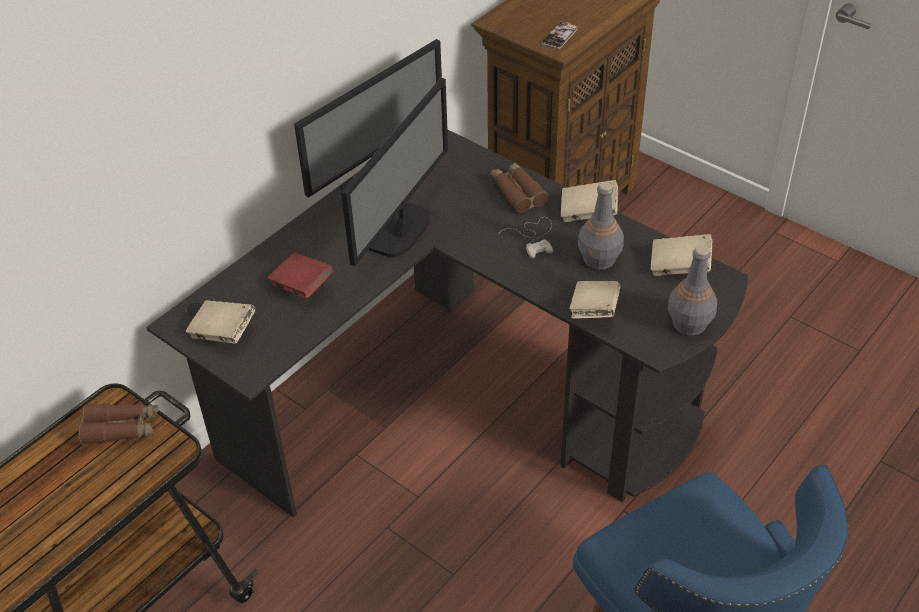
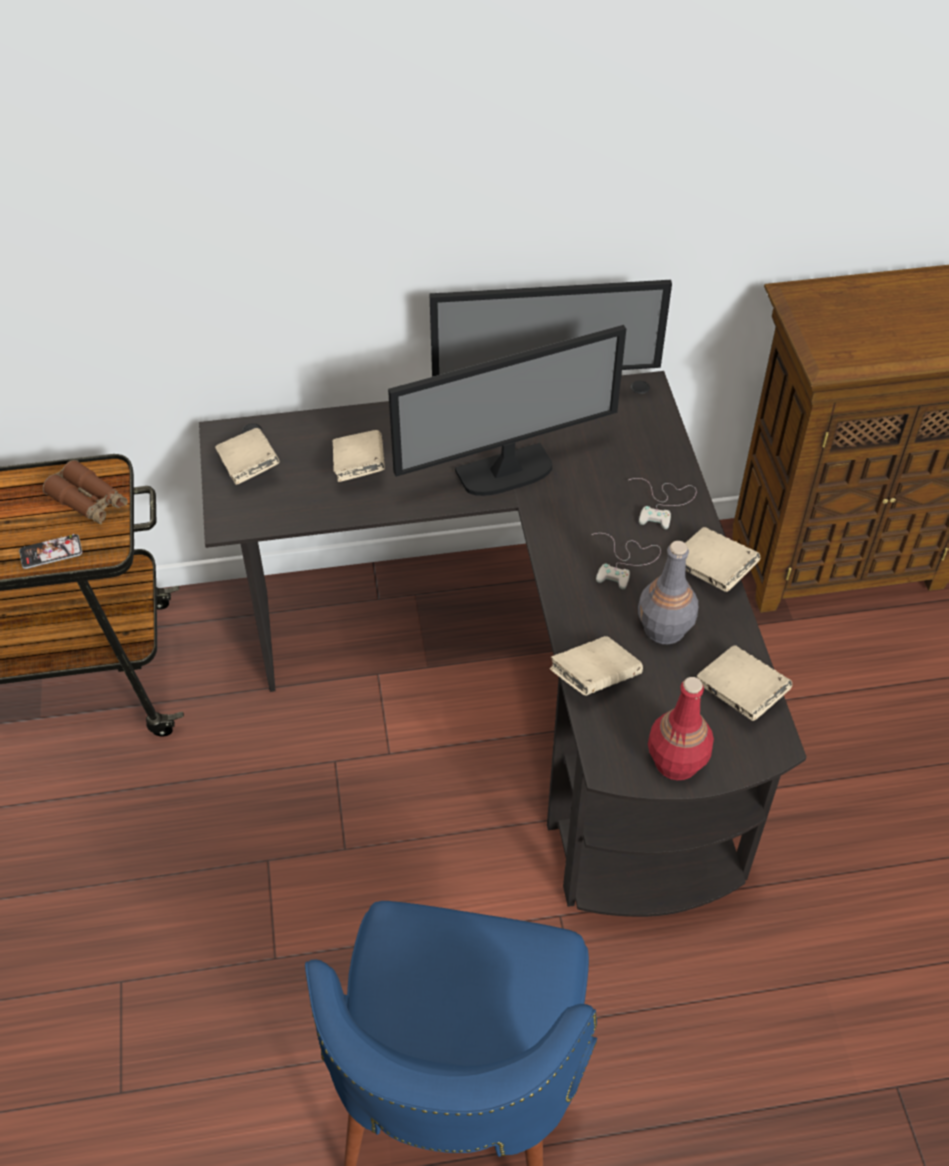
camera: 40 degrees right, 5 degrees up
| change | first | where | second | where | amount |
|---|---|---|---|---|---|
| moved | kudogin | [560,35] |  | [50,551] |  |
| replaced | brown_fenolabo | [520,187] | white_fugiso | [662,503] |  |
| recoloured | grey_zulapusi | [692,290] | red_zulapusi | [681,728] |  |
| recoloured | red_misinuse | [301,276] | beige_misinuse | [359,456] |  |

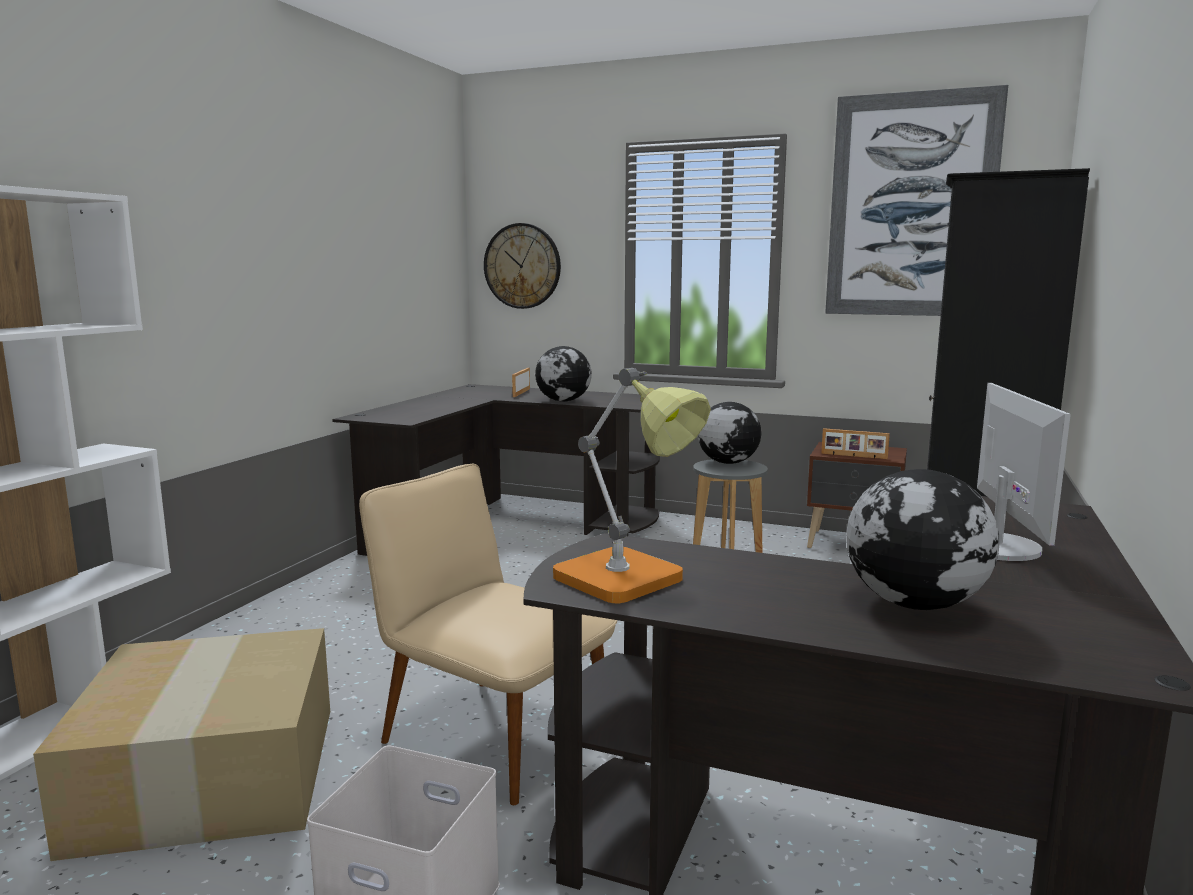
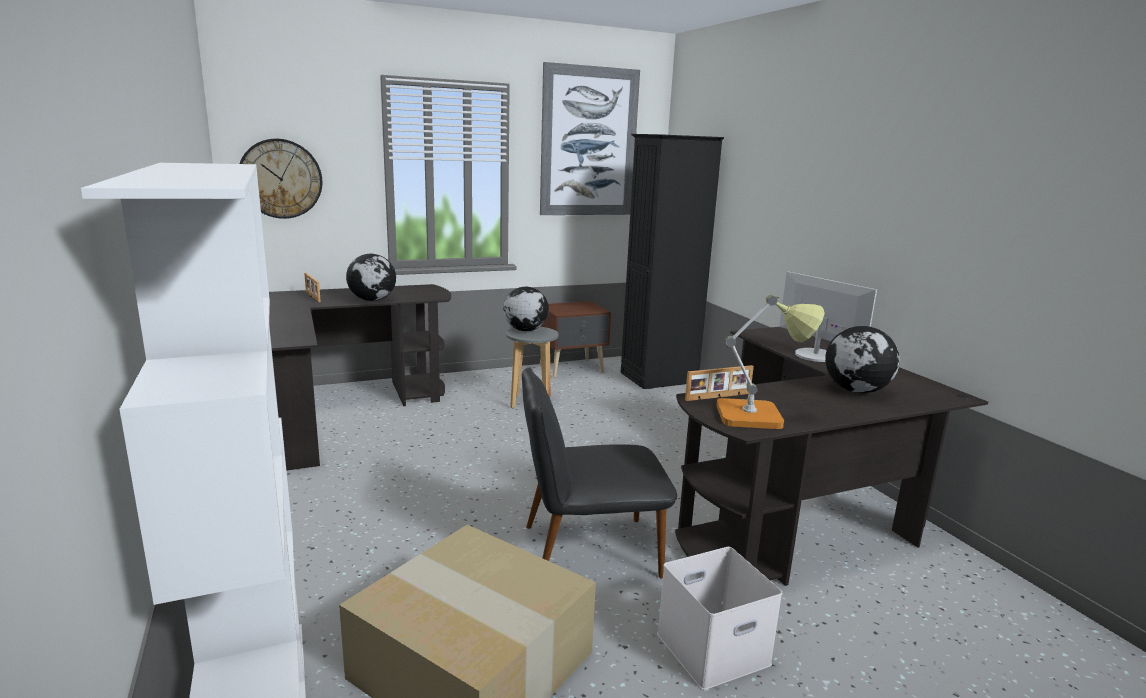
camera: 45 degrees left, 5 degrees up
| change | first | where | second | where | amount |
|---|---|---|---|---|---|
| moved | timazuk | [855,443] |  | [719,383] |  |
| recoloured | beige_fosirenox | [488,634] | black_fosirenox | [599,473] |  |

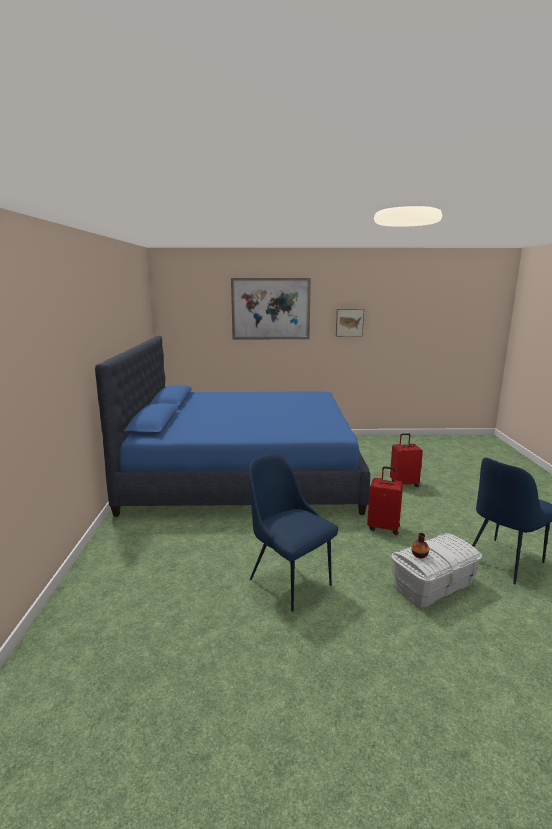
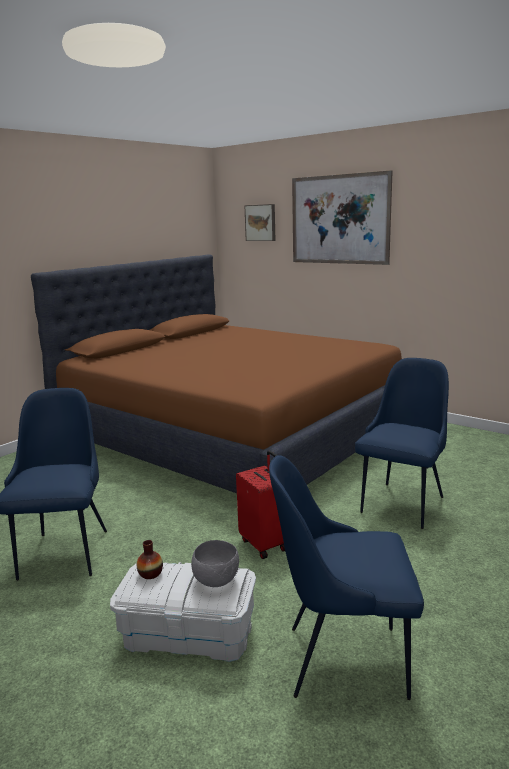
camera: 40 degrees right, 0 degrees up
| change | first | where | second | where | amount |
|---|---|---|---|---|---|
| moved | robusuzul | [350,323] |  | [259,222] |  |
| recoloured | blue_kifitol | [232,426] | brown_kifitol | [216,373] |  |
| replaced | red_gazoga | [406,460] | blue_fosirenox | [402,443] |  |
| added |  |  | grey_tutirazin | [215,563] |  |

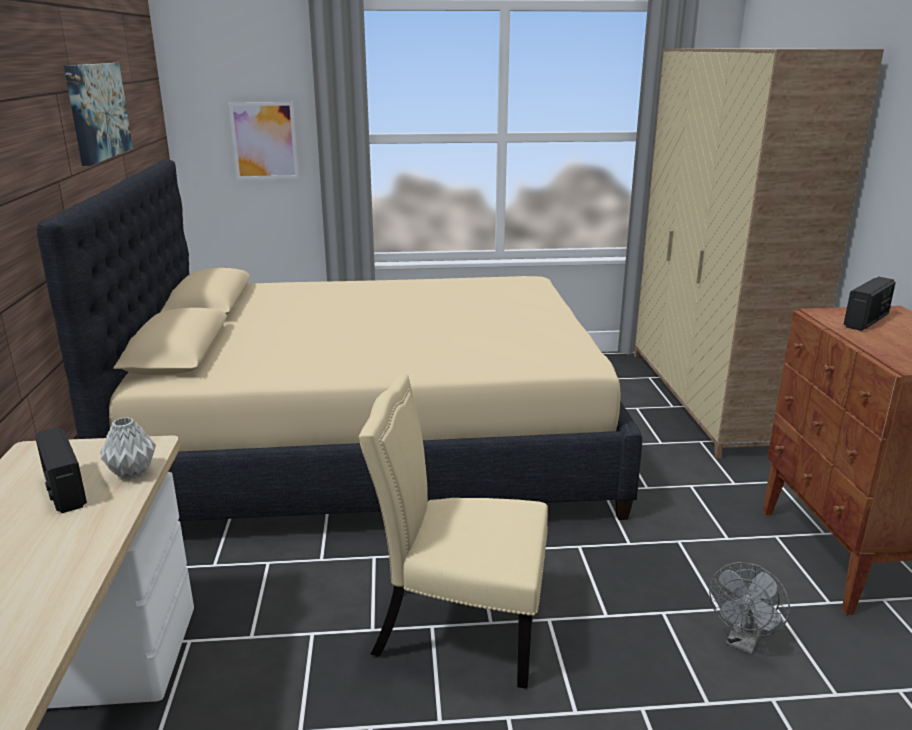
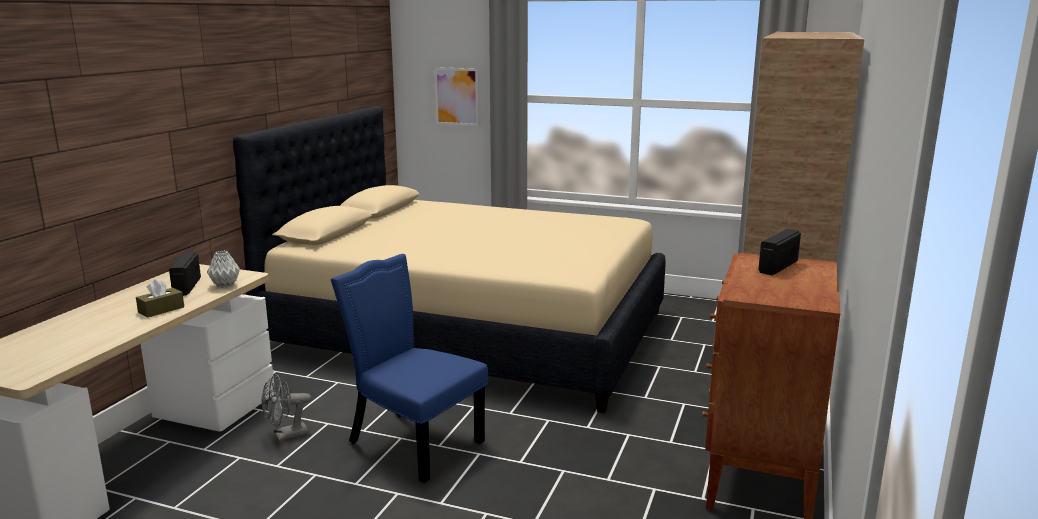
camera: 25 degrees right, 5 degrees down
| change | first | where | second | where | amount |
|---|---|---|---|---|---|
| removed | robusuzul | [98,114] |  |  |  |
| turned | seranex | [870,304] |  | [779,252] | 150 degrees clockwise |
| recoloured | beige_fosirenox | [453,531] | blue_fosirenox | [410,368] |  |
| moved | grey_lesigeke | [749,608] |  | [286,407] |  |
| added |  |  | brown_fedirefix | [160,298] |  |

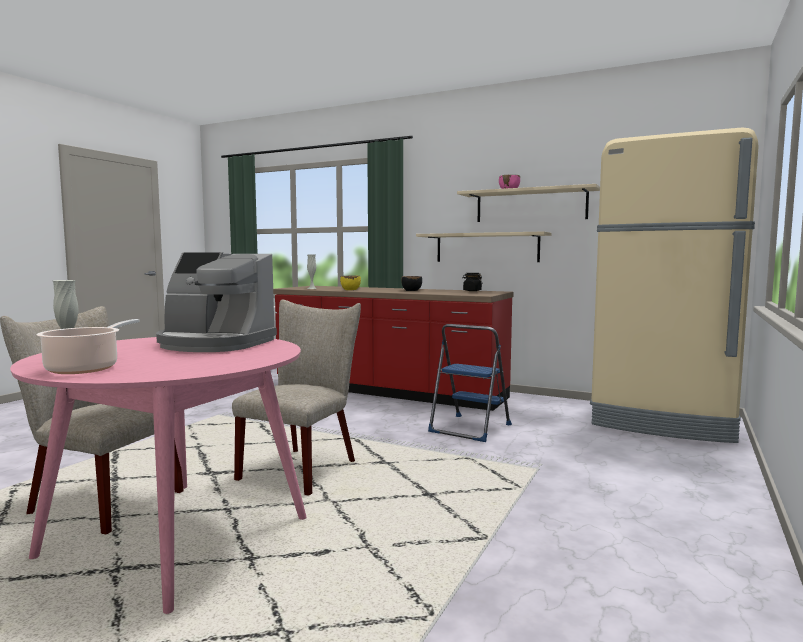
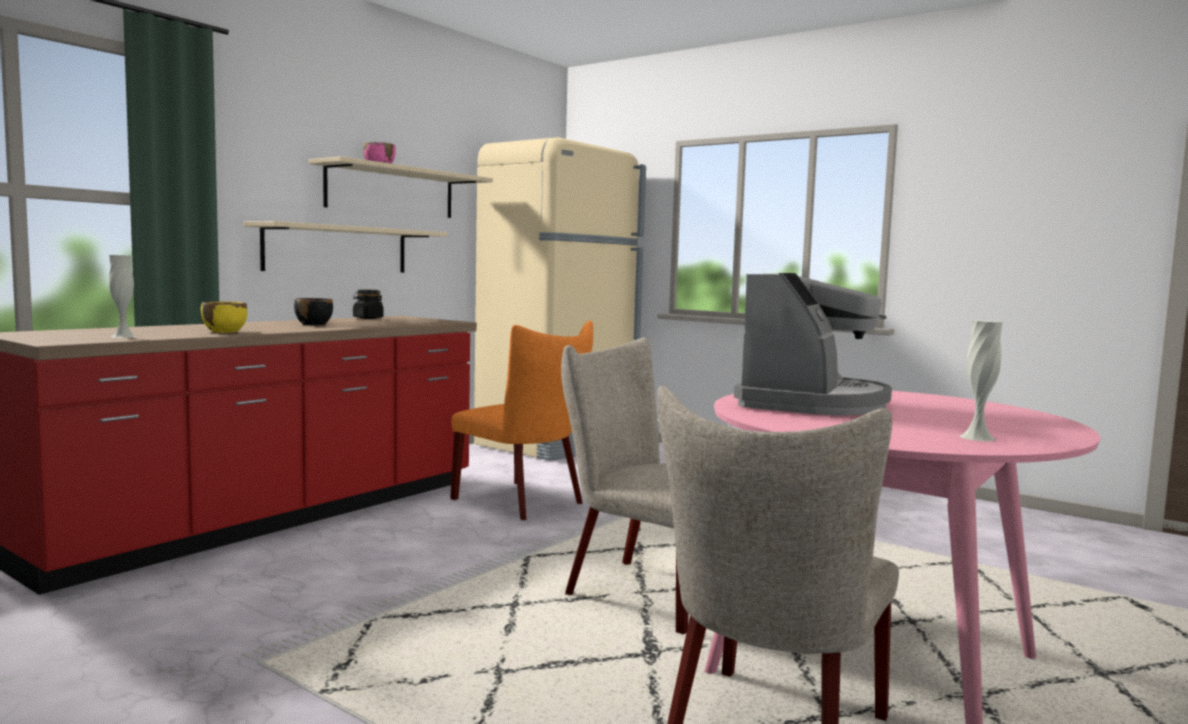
camera: 80 degrees left, 0 degrees up
| change | first | where | second | where | amount |
|---|---|---|---|---|---|
| removed | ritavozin | [87,346] |  |  |  |
| replaced | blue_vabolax | [470,383] | orange_fosirenox | [521,420] |  |

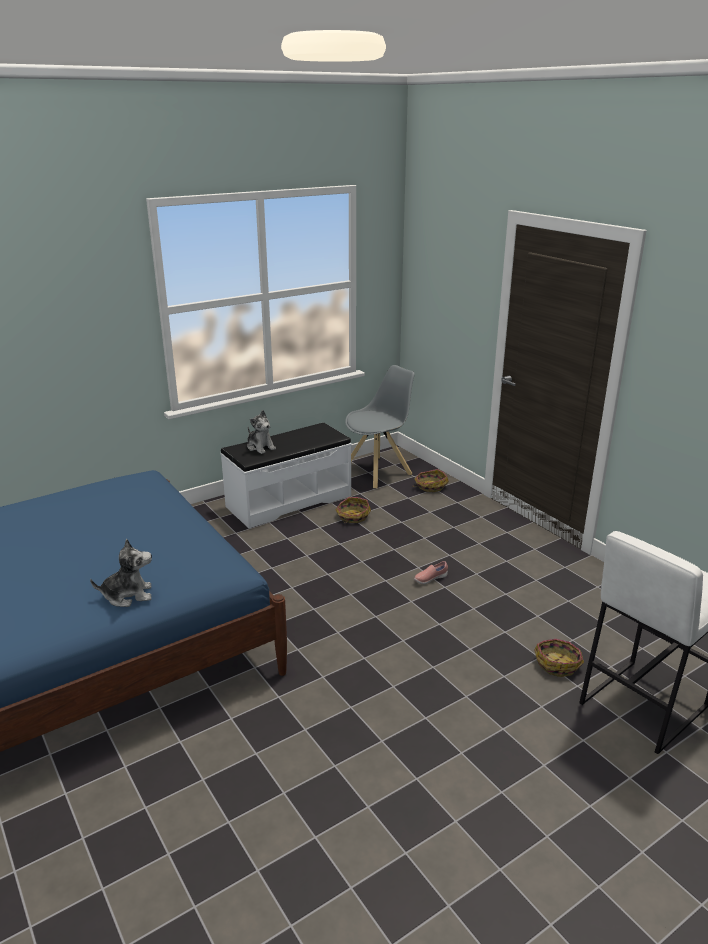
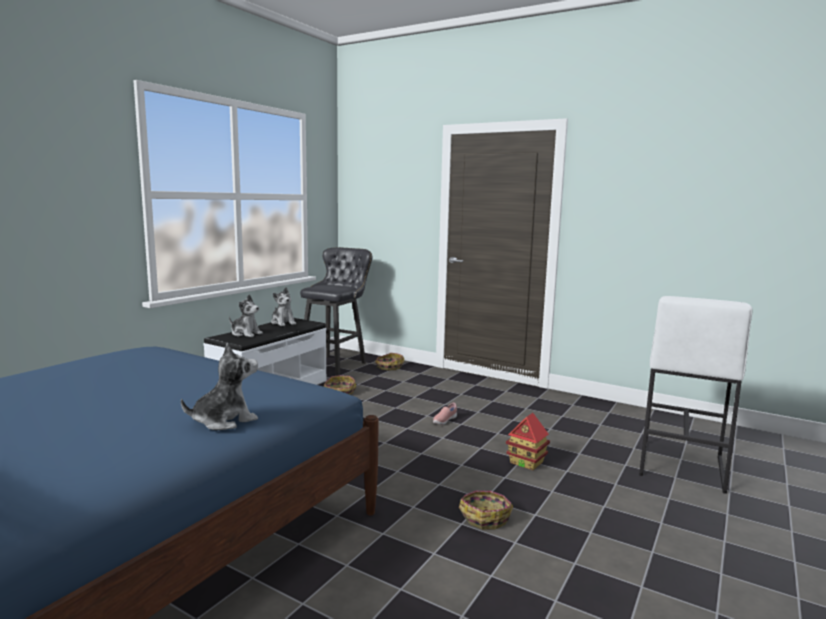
camera: 25 degrees left, 15 degrees down
| change | first | where | second | where | amount |
|---|---|---|---|---|---|
| replaced | grey_fosirenox | [380,427] | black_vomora | [336,311] |  |
| moved | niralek | [559,658] |  | [486,510] |  |
| added |  |  | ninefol | [283,306] |  |
| added |  |  | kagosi | [528,441] |  |

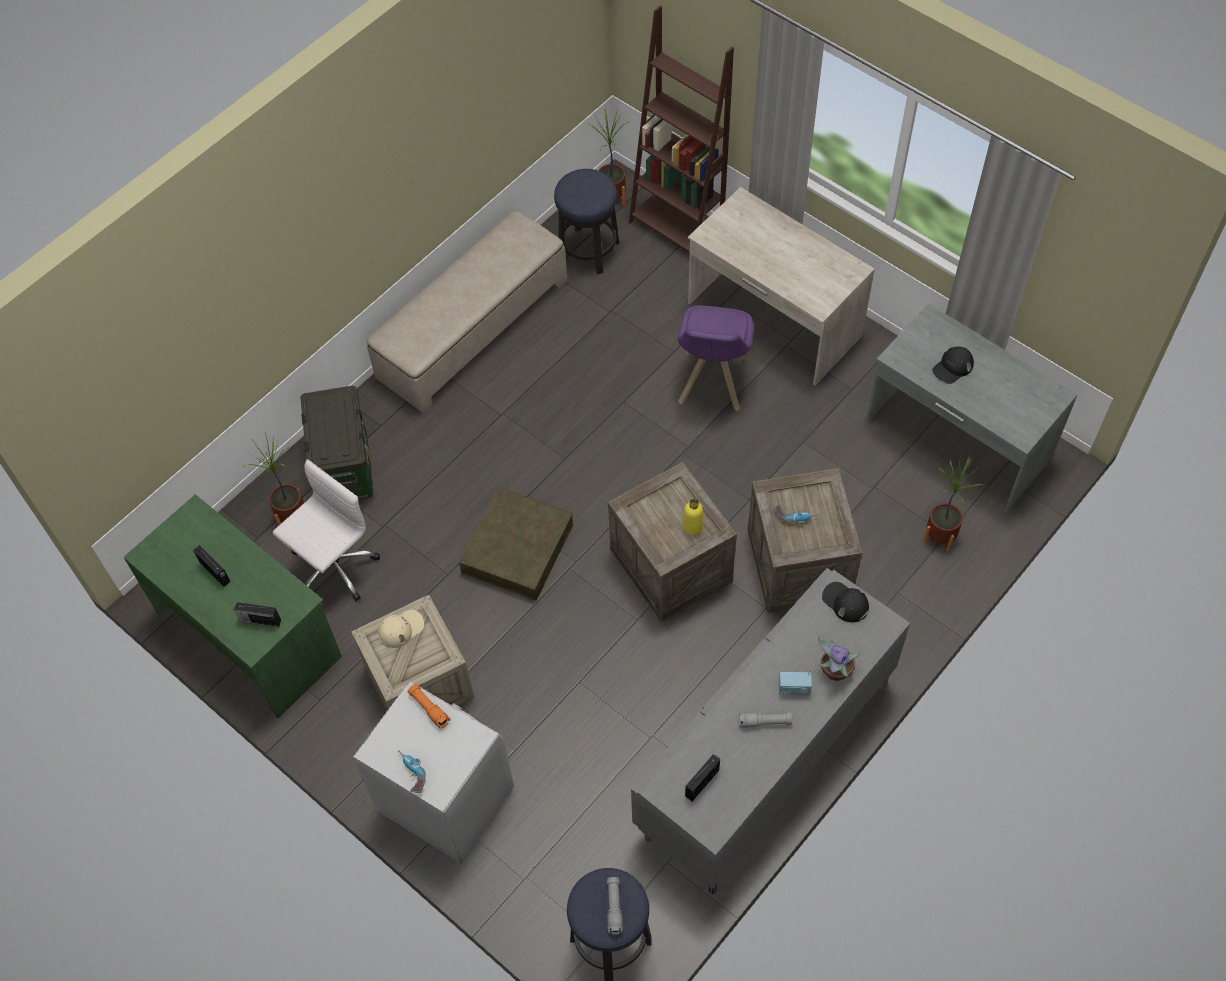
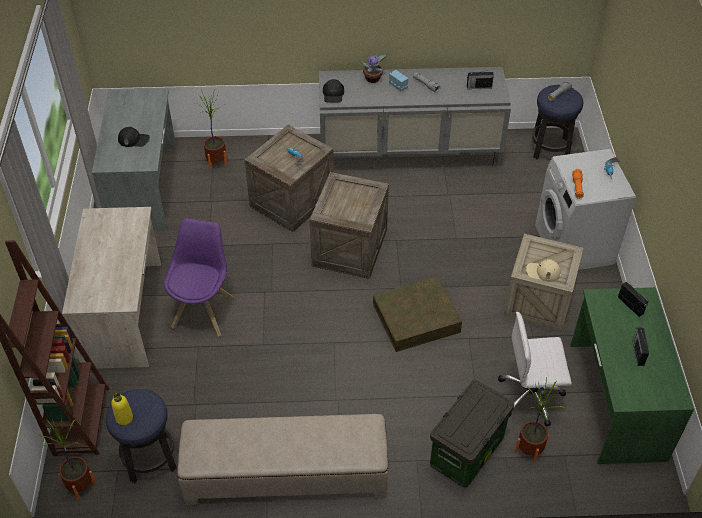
camera: 135 degrees left, 10 degrees down
| change | first | where | second | where | amount |
|---|---|---|---|---|---|
| turned | purple_fosirenox | [715,358] |  | [199,277] | 45 degrees counterclockwise |
| moved | yellow_zulapusi | [693,517] |  | [122,409] |  |

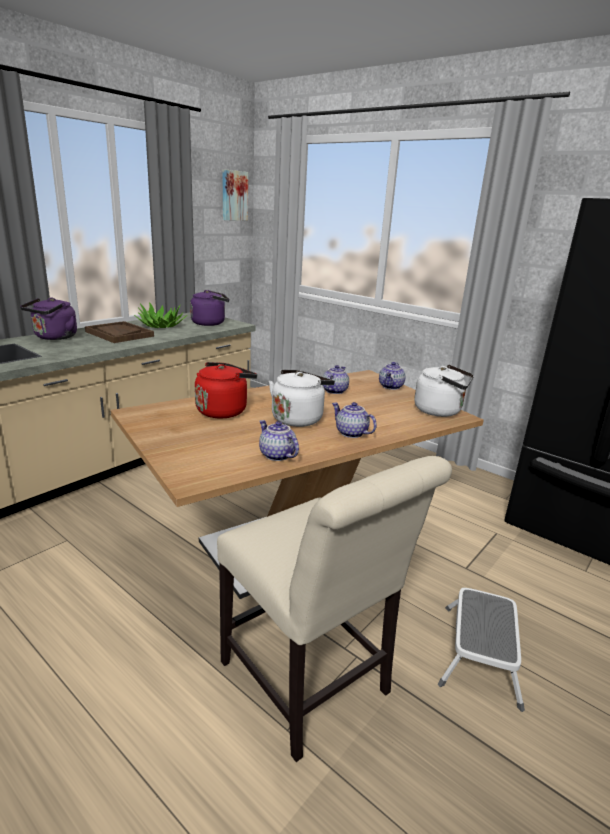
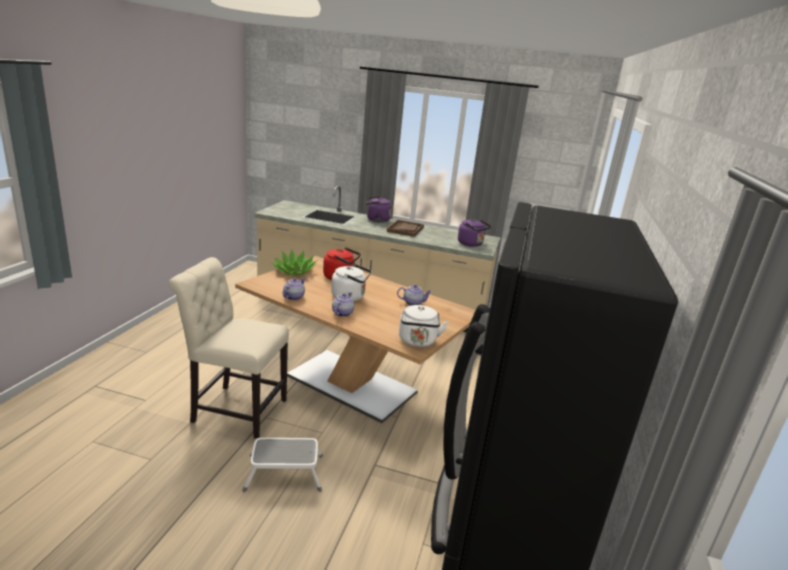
camera: 65 degrees right, 0 degrees up
| change | first | where | second | where | amount |
|---|---|---|---|---|---|
| removed | robusuzul | [235,195] |  |  |  |
| moved | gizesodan | [160,315] |  | [294,262] |  |
| removed | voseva | [392,376] |  |  |  |
| turned | beige_fosirenox | [334,609] |  | [229,348] | 75 degrees clockwise |

